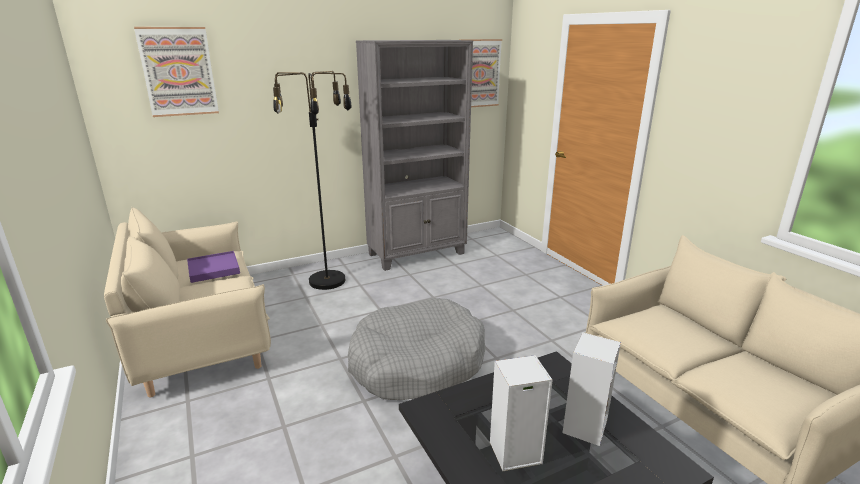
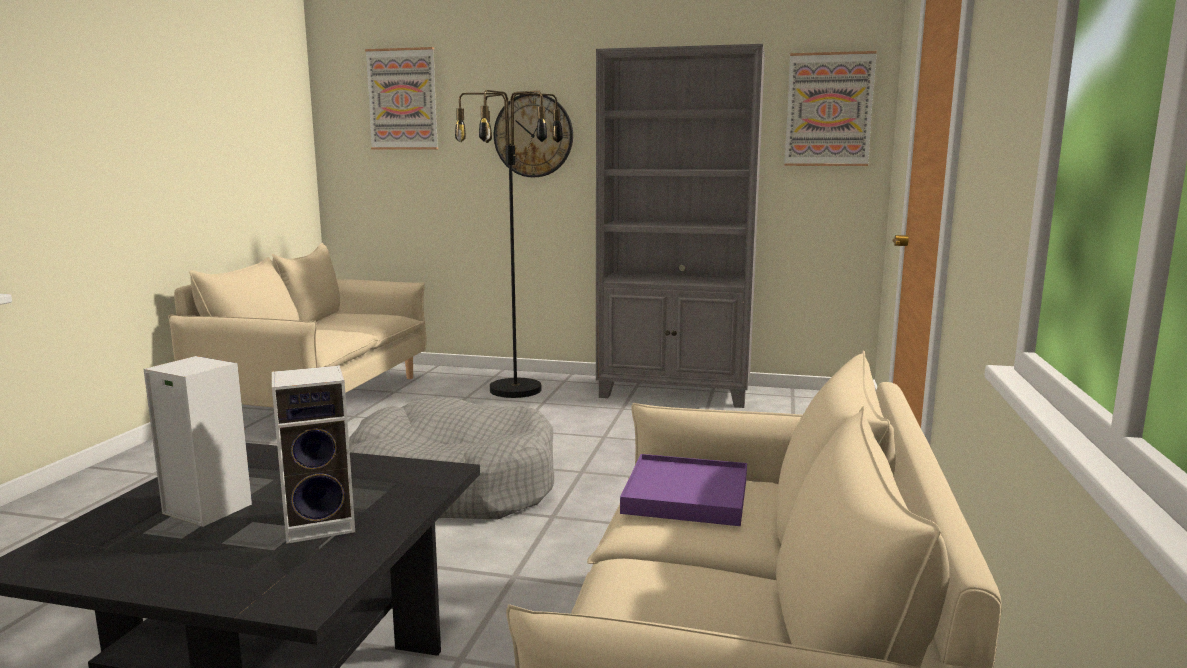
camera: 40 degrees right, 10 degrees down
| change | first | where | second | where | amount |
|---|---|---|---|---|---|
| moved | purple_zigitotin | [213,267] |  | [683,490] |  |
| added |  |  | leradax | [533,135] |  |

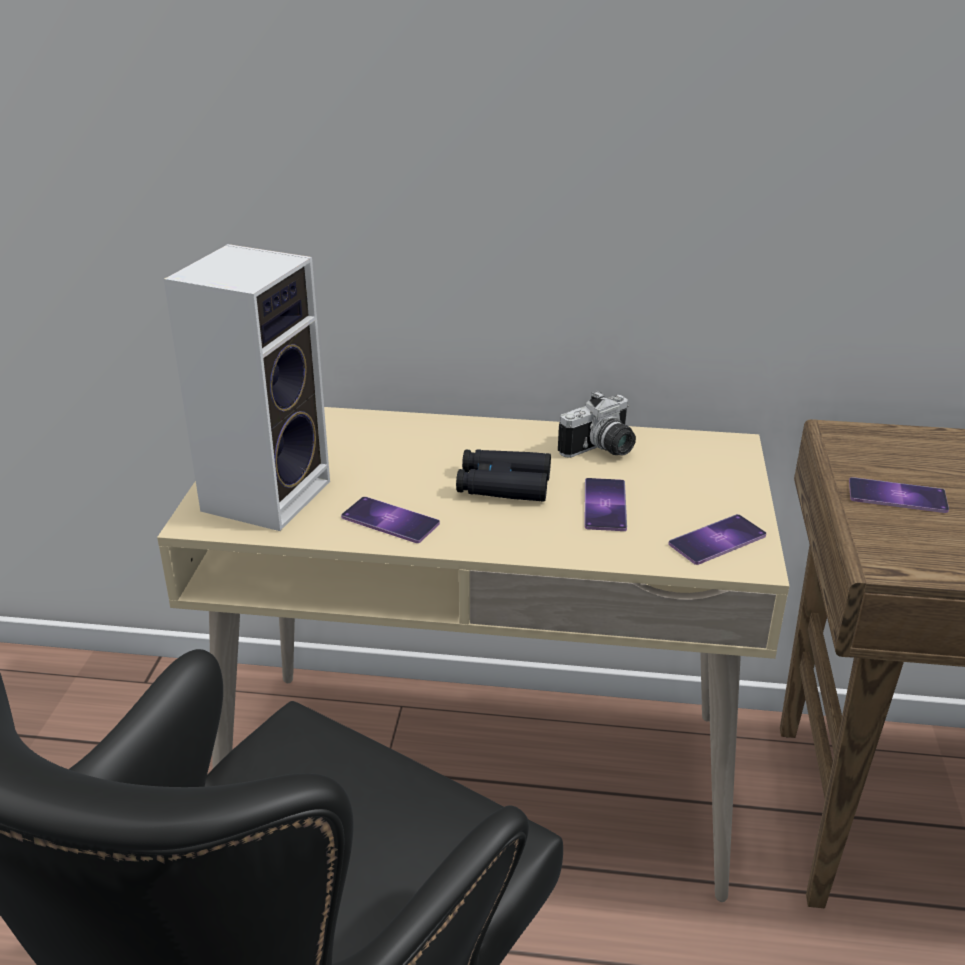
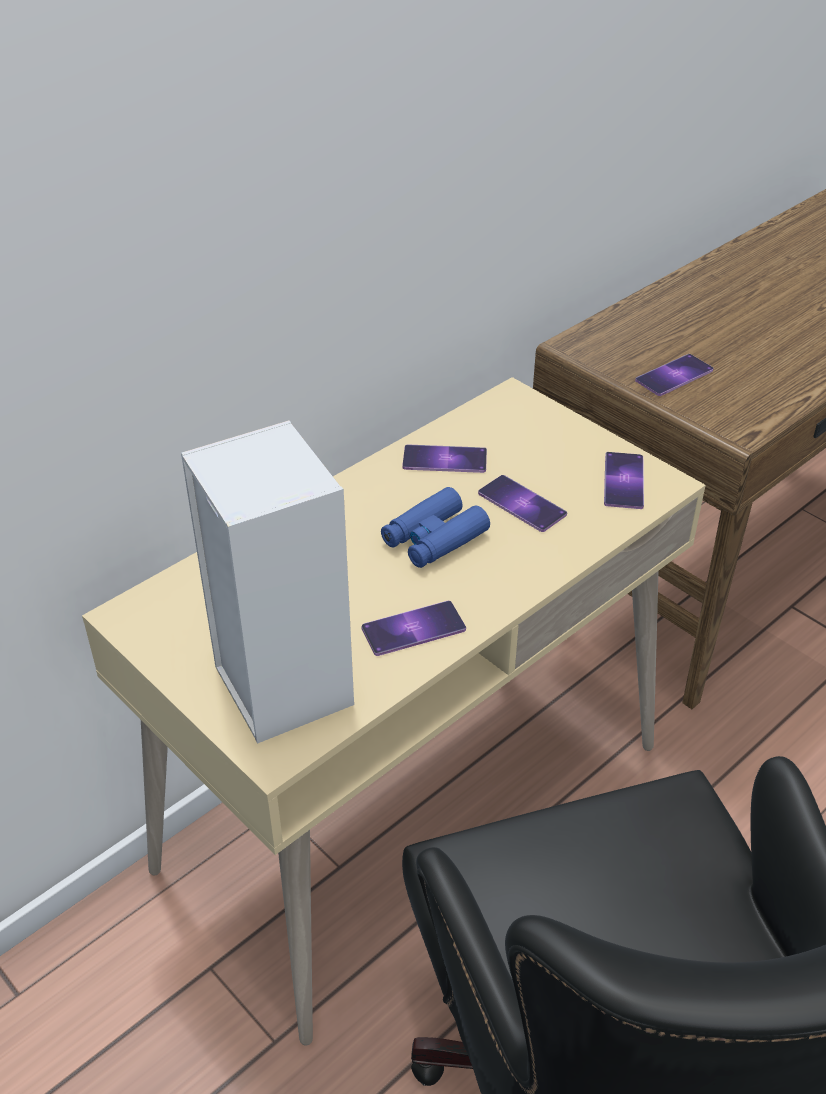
camera: 50 degrees left, 10 degrees up
| change | first | where | second | where | amount |
|---|---|---|---|---|---|
| replaced | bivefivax | [597,424] | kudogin | [444,458] |  |
| recoloured | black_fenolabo | [503,475] | blue_fenolabo | [435,527] |  |

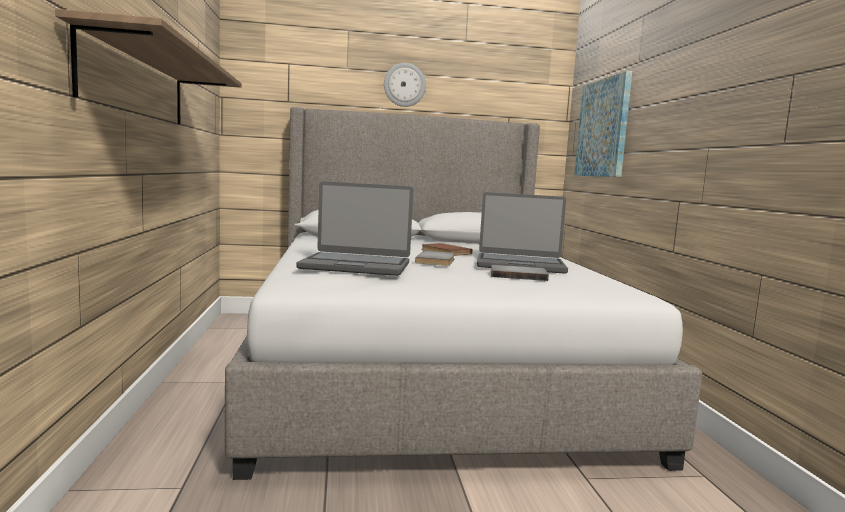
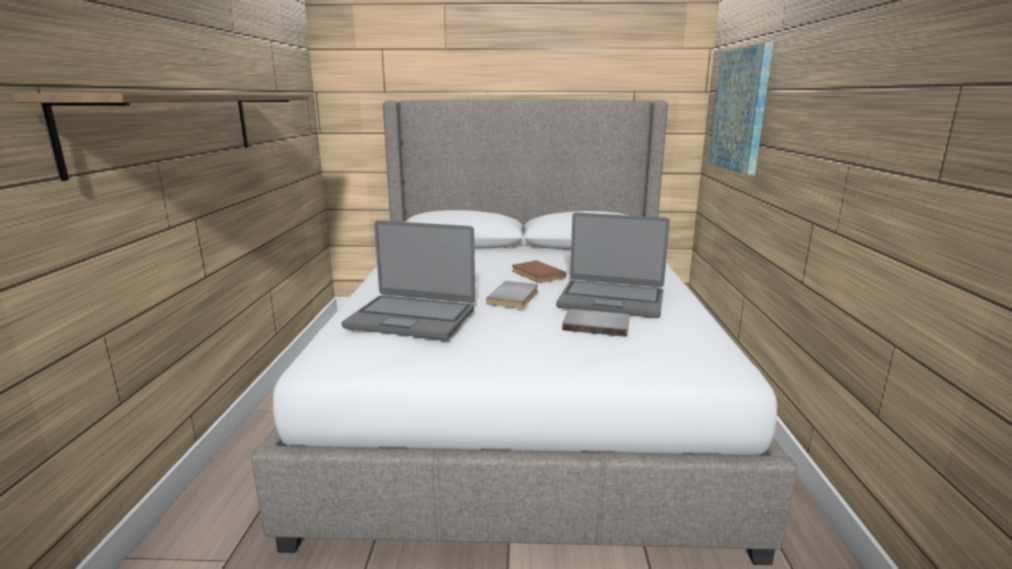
camera: 10 degrees right, 10 degrees up
| change | first | where | second | where | amount |
|---|---|---|---|---|---|
| removed | leradax | [405,85] |  |  |  |

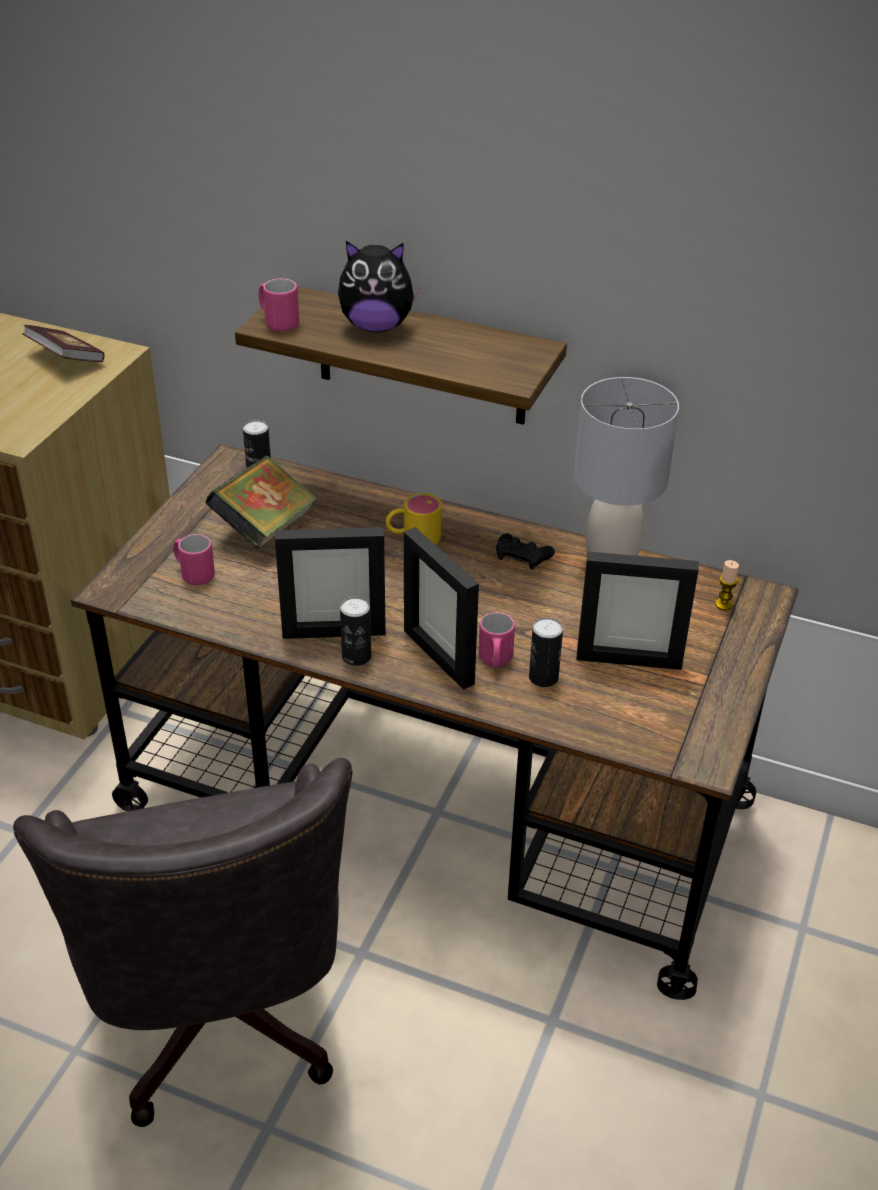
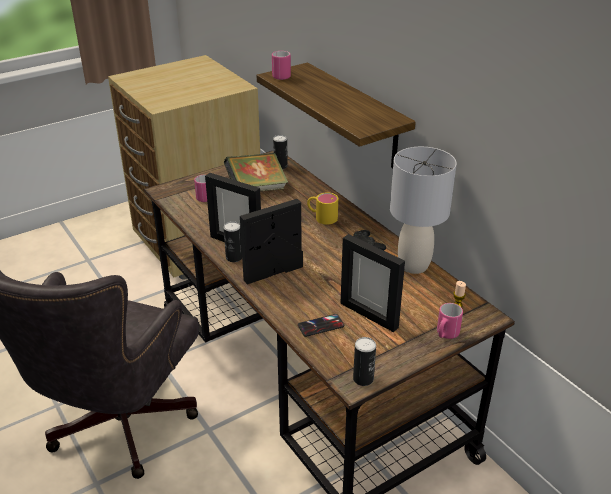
camera: 35 degrees right, 5 degrees down
| change | first | where | second | where | amount |
|---|---|---|---|---|---|
| removed | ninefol | [379,286] |  |  |  |
| removed | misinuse | [63,343] |  |  |  |
| turned | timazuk | [441,608] |  | [271,242] | 60 degrees clockwise |
| moved | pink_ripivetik | [496,640] |  | [450,321] |  |
| moved | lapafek | [546,652] |  | [364,361] |  |
| added |  |  | kudogin | [321,325] |  |

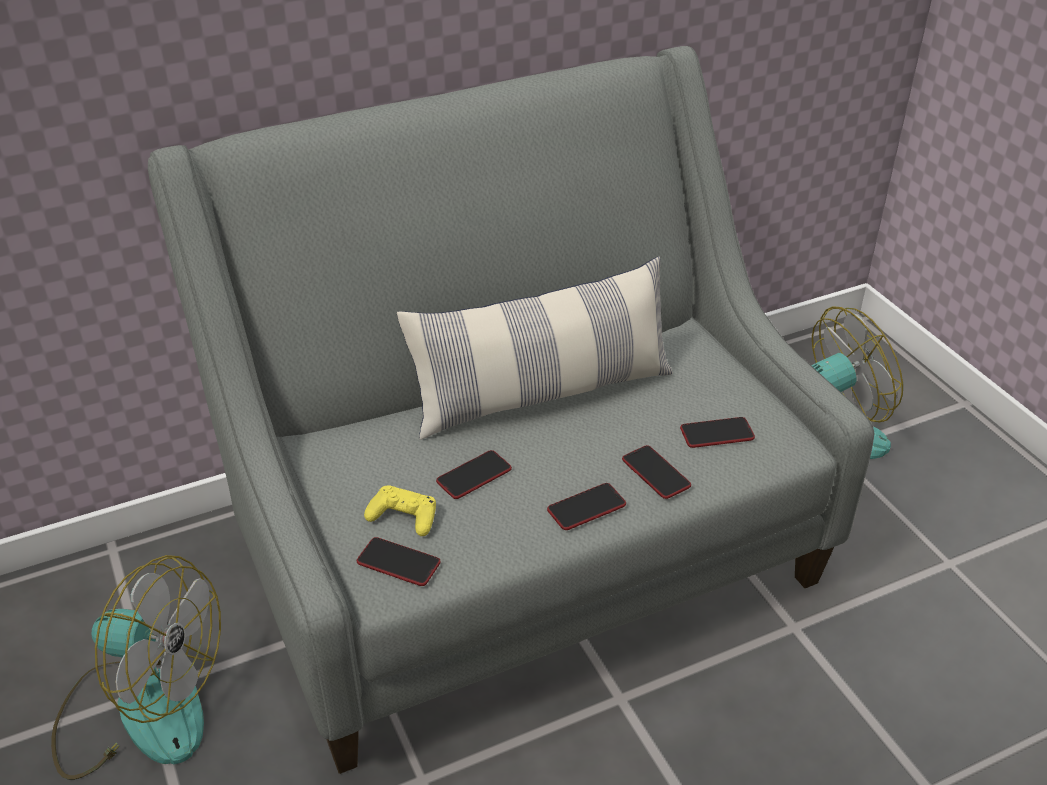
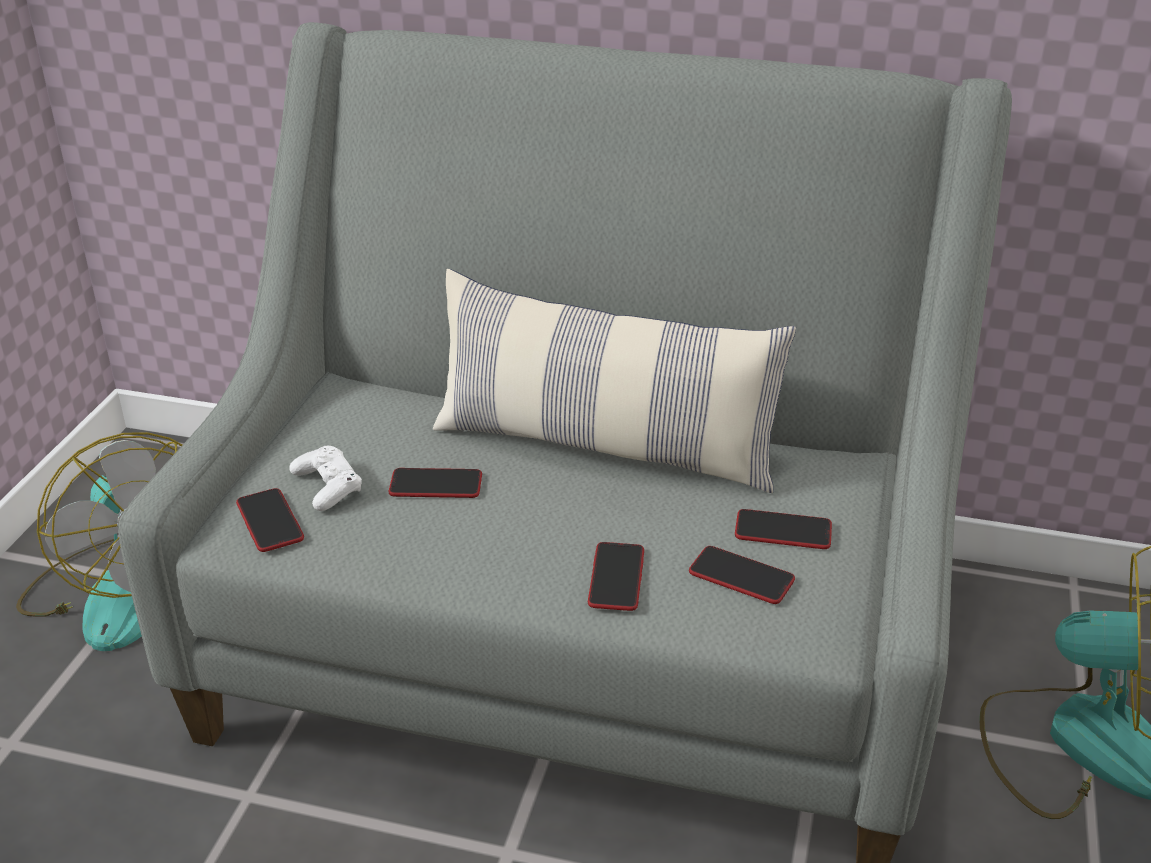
camera: 40 degrees right, 5 degrees down
| change | first | where | second | where | amount |
|---|---|---|---|---|---|
| moved | kudogin | [586,506] |  | [783,529] |  |
| recoloured | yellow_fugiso | [400,511] | white_fugiso | [325,478] |  |

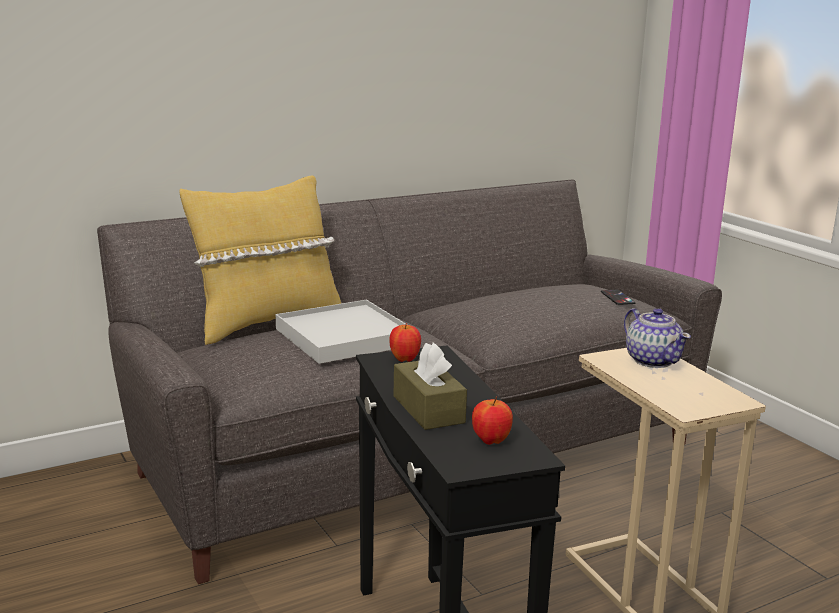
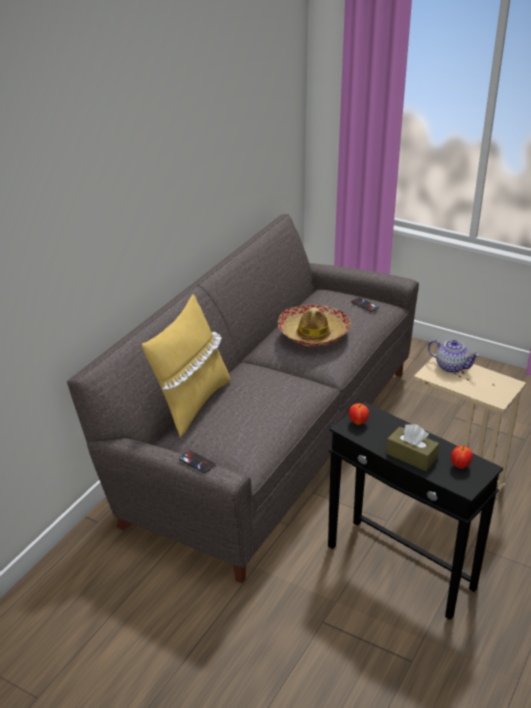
camera: 30 degrees left, 15 degrees up
| change | first | where | second | where | amount |
|---|---|---|---|---|---|
| removed | white_zigitotin | [340,332] |  |  |  |
| added |  |  | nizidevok | [314,325] |  |
| added |  |  | kudogin | [197,461] |  |

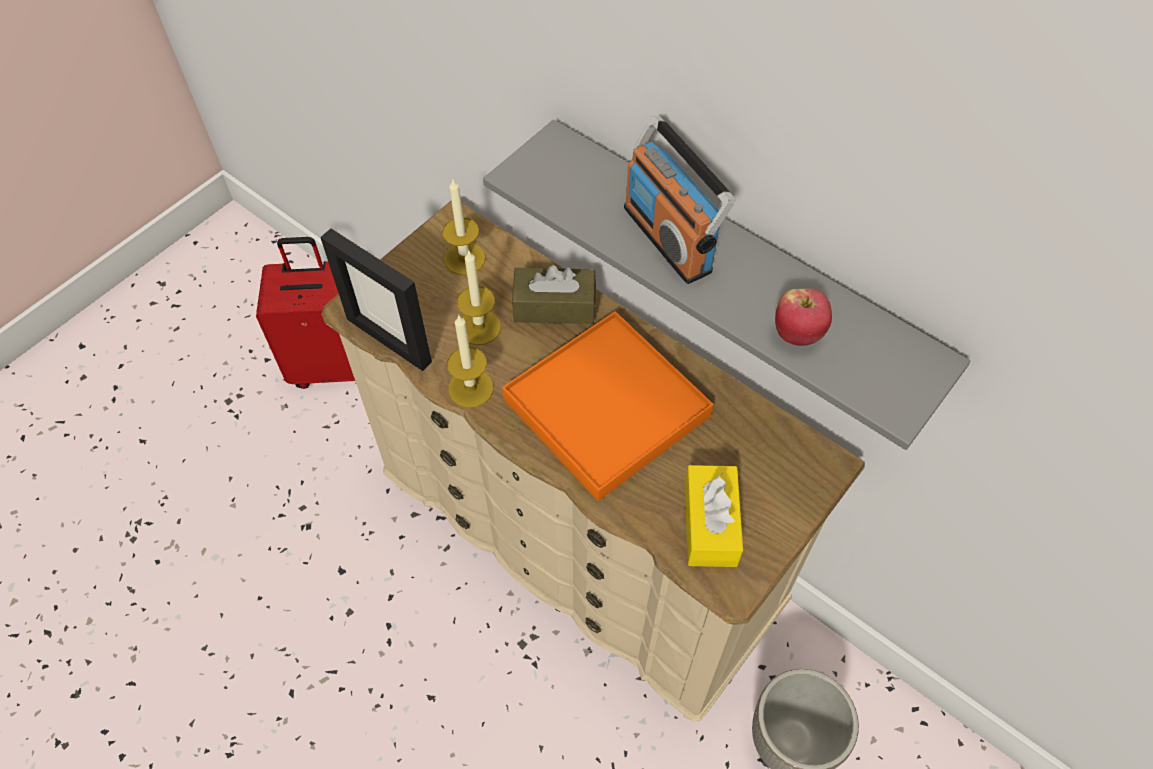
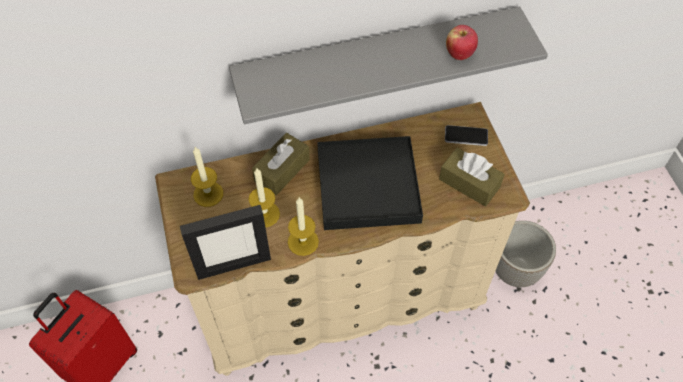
camera: 55 degrees left, 0 degrees up
| change | first | where | second | where | amount |
|---|---|---|---|---|---|
| removed | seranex | [679,200] |  |  |  |
| recoloured | orange_zigitotin | [608,406] | black_zigitotin | [370,183] |  |
| recoloured | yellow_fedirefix | [714,516] | brown_fedirefix | [472,177] |  |
| added |  |  | kudogin | [466,135] |  |

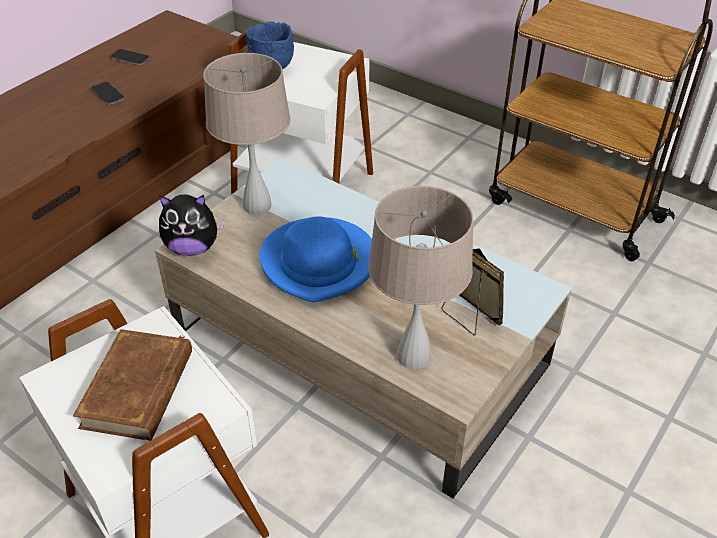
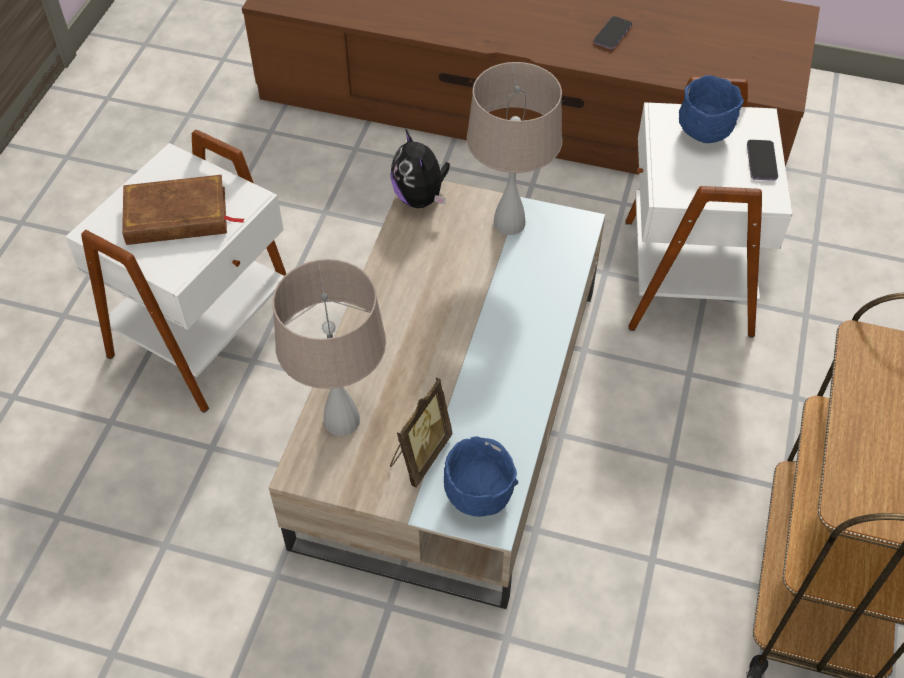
camera: 70 degrees right, 10 degrees up
| change | first | where | second | where | amount |
|---|---|---|---|---|---|
| moved | kudogin | [130,57] |  | [762,160] |  |
| removed | blue_nizidevok | [316,259] |  |  |  |
| added |  |  | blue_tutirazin | [481,476] |  |

